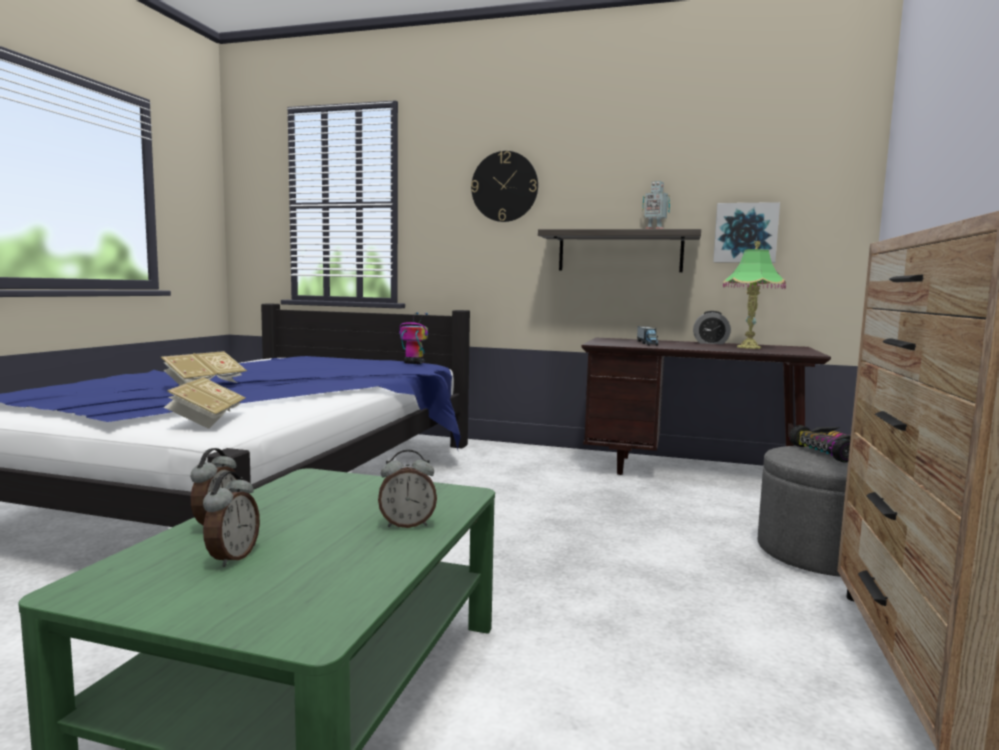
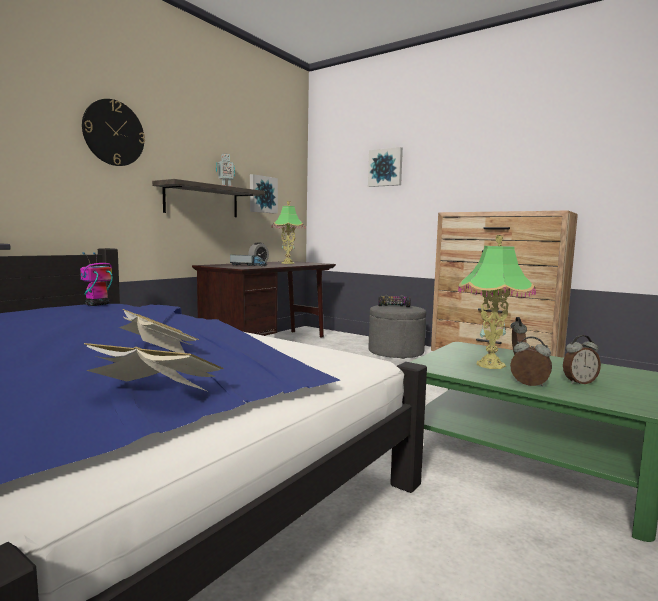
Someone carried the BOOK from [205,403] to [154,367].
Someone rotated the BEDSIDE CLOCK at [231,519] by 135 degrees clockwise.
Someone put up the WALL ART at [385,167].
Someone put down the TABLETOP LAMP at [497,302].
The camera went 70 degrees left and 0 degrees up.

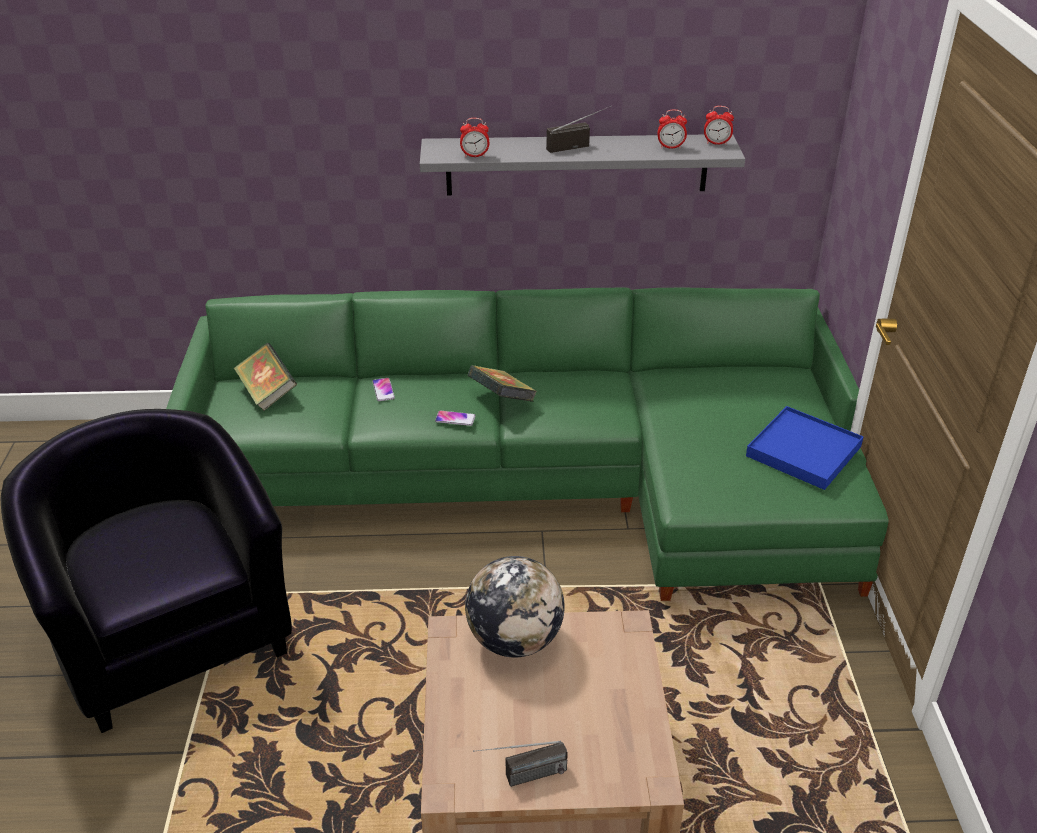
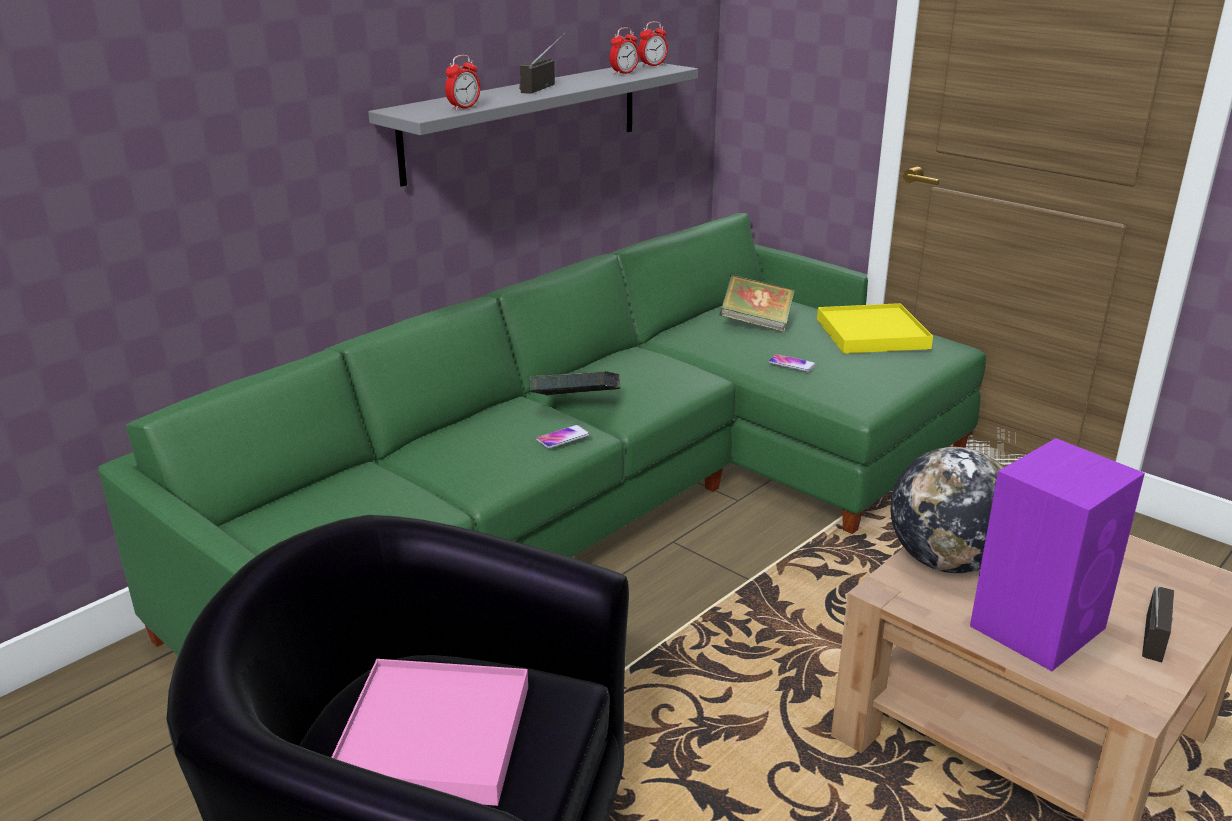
Someone carried the BOOK from [265,377] to [757,303].
Someone carried the HANDSET from [383,389] to [792,363].
Someone repainted the BLUE SERVING TRAY at [805,448], which became the YELLOW-COLOURED SERVING TRAY at [875,328].
Someone put down the PURPLE LOUDSPEAKER at [1057,554].
Someone put down the PINK-COLOURED SERVING TRAY at [429,732].
The camera went 45 degrees left and 10 degrees down.

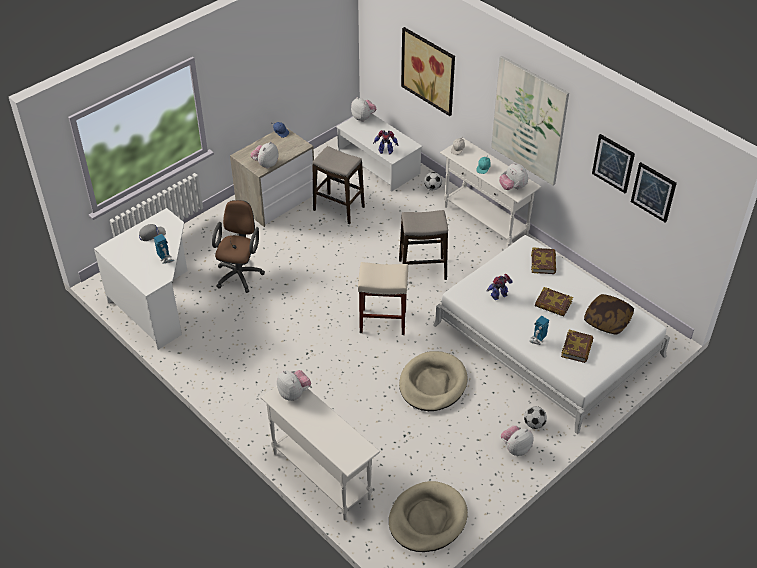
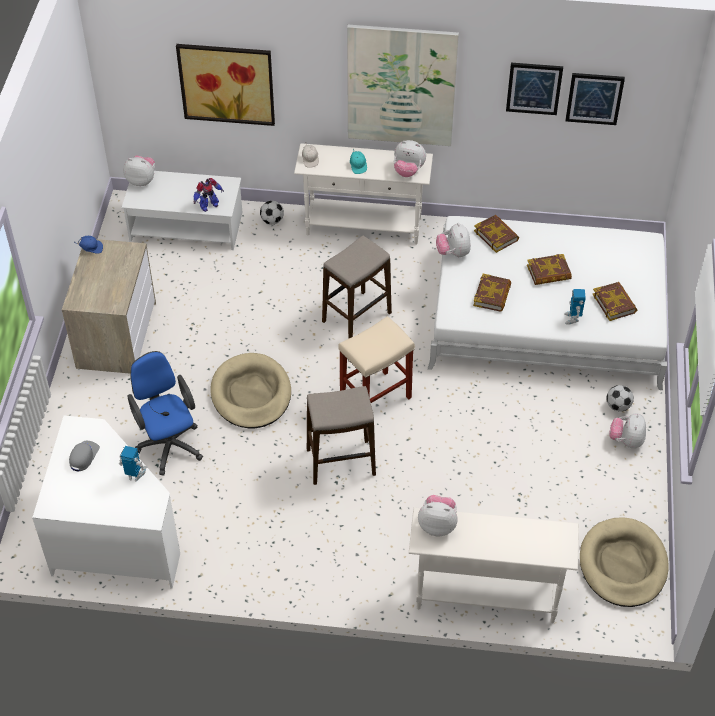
Someone carried the CUDDLY TOY from [264,155] to [453,240].
Someone carried the STOOL from [339,185] to [341,435].
Someone repainted the BROWNISH OFFICE CHAIR at [238,246], which became the BLUE OFFICE CHAIR at [165,413].
Someone swapped the TOY ROBOT at [500,287] for the BOOK at [492,293].
Someone took away the PILLOW at [609,314].
Someone carried the SAND-COLOURED DOG CUSHION from [433,381] to [250,390].
The camera went 40 degrees left and 5 degrees up.

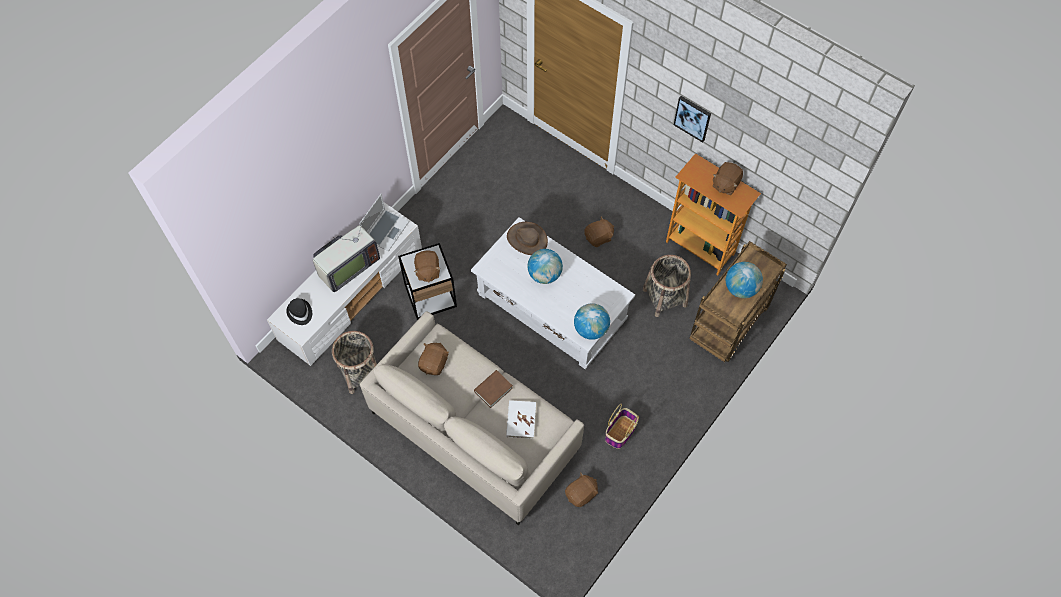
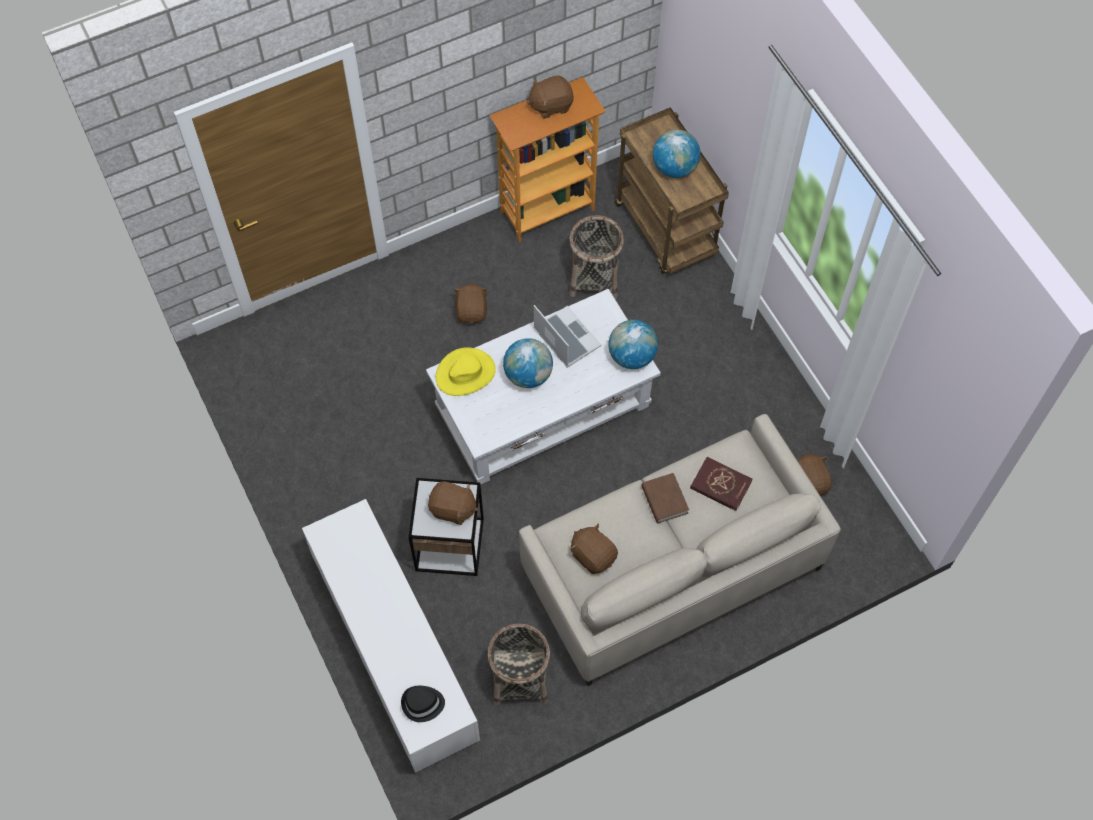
Someone took away the WALL ART at [692,119].
Someone rotated the BROWNISH CUDDLY TOY at [728,178] by 105 degrees clockwise.
Someone carried the PORTABLE COMPUTER from [384,223] to [567,336].
Someone took away the TV SET at [346,253].
Someone repainted the BROWNISH CLOTHING HAT at [527,238], which became the YELLOW-COLOURED CLOTHING HAT at [466,371].
Someone repainted the WHITE BOOK at [521,419], which became the RED-COLOURED BOOK at [721,484].
Someone took away the STORAGE BASKET at [622,426].
The camera went 65 degrees left and 0 degrees up.

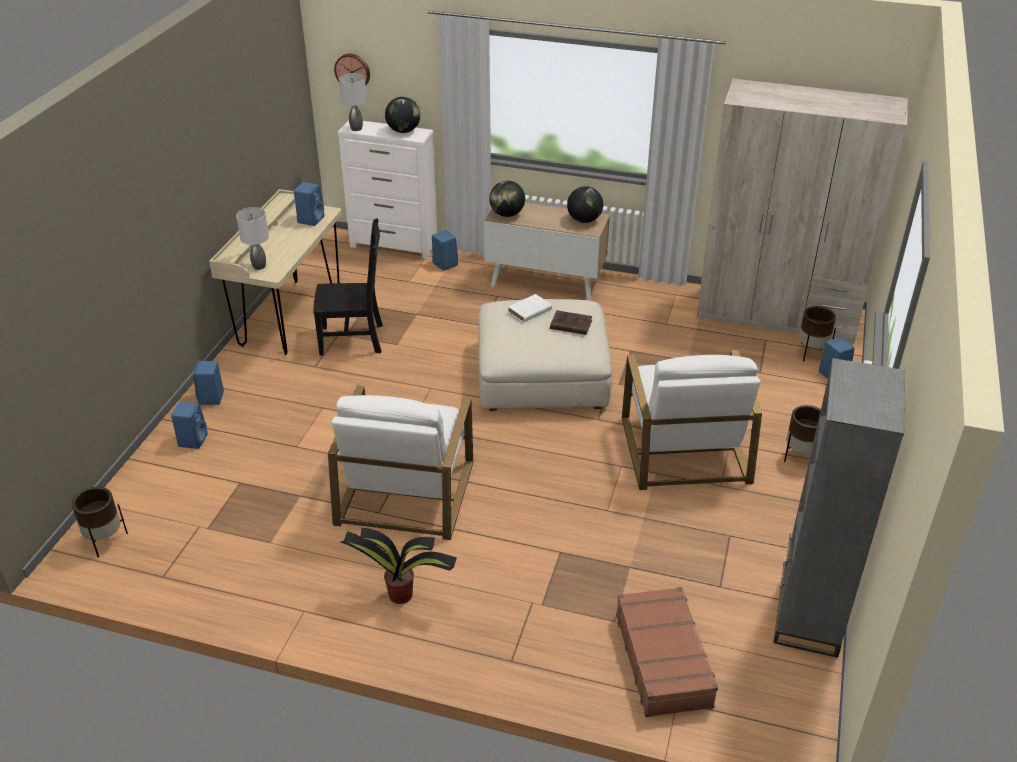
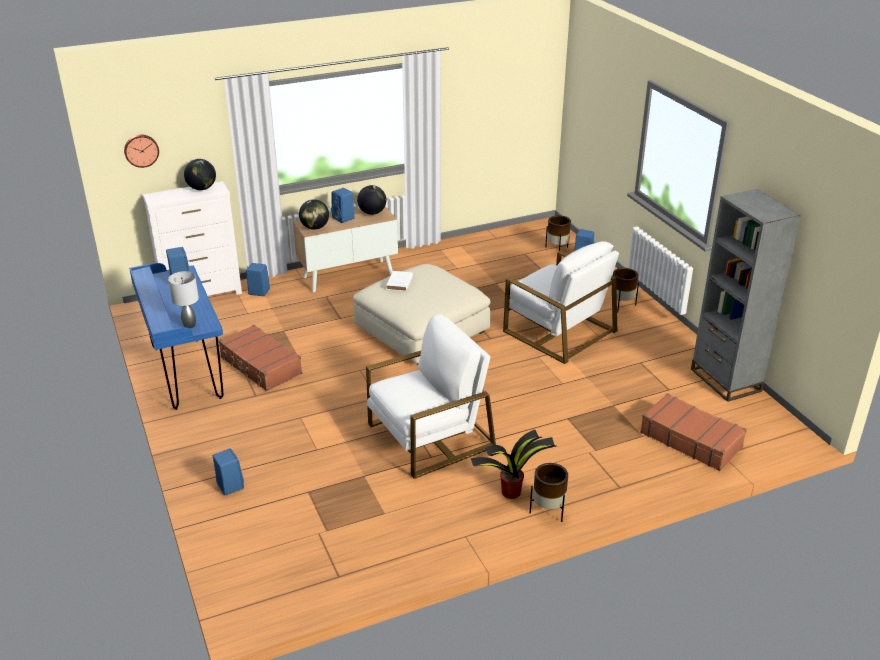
Someone took away the GREYISH TABLETOP LAMP at [353,102].
Someone took away the SAND-COLOURED ARMOIRE at [802,210].
Someone repainted the SAND-COLOURED DESK UNIT at [275,272], which became the BLUE DESK UNIT at [176,336].
Someone swapped the BLACKISH UPRIGHT CHAIR at [348,287] for the BROWNISH SUITCASE at [260,358].
Someone took away the BROWNISH BOOK at [571,322].
Someone carried the BLUE LOUDSPEAKER from [208,383] to [343,205].
Someone rotated the WHITE ARMCHAIR at [400,462] by 90 degrees counterclockwise.
Someone carried the BROWNISH FLOWER POT from [100,522] to [549,492].
The camera went 40 degrees left and 5 degrees down.

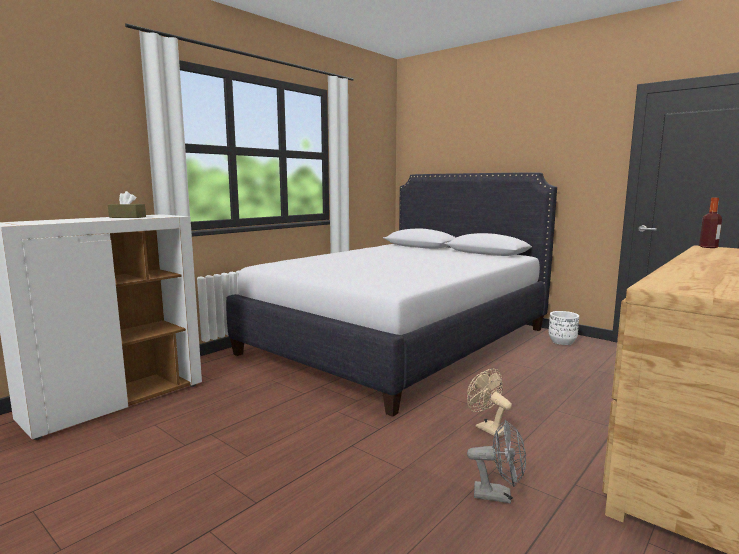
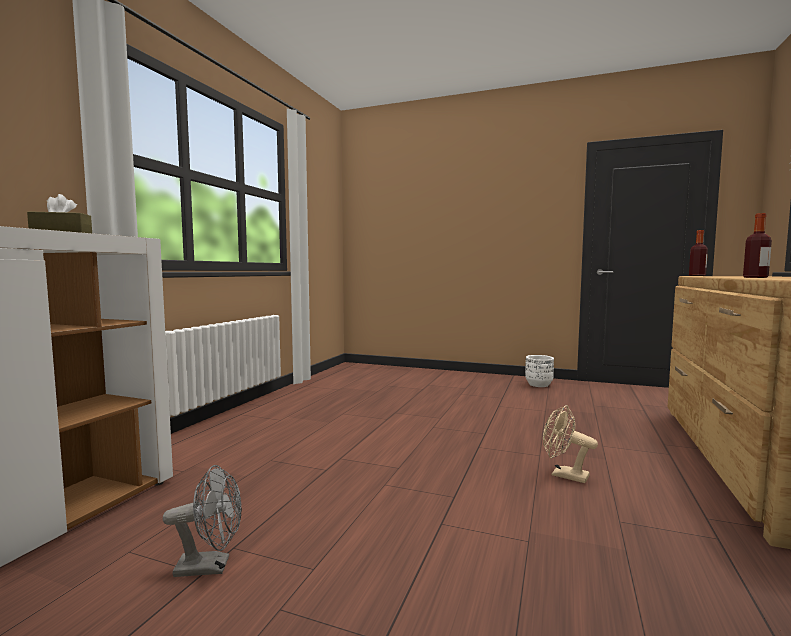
Someone took away the WHITE BEDROOM BED at [391,295].
Someone carried the GREYISH FAN from [496,462] to [202,521].
Someone put down the DRINK BOTTLE at [757,245].
The camera went 20 degrees left and 5 degrees down.

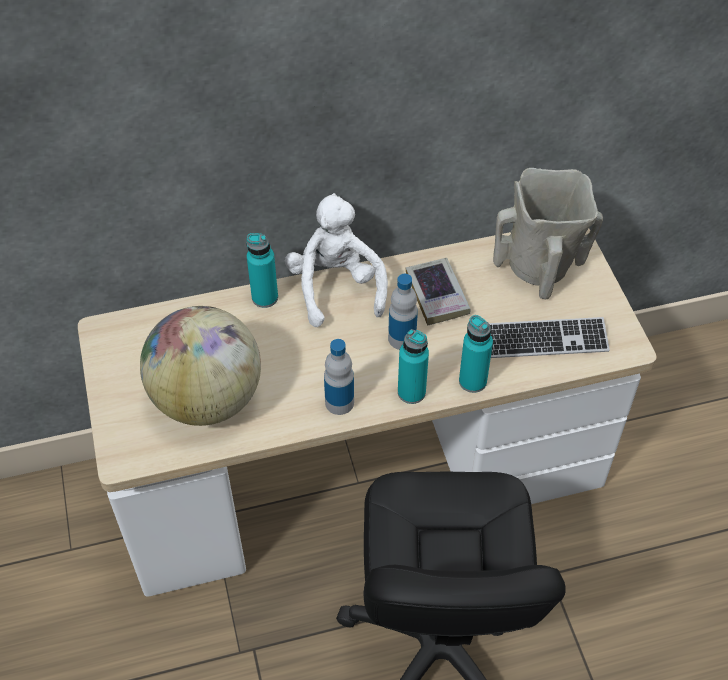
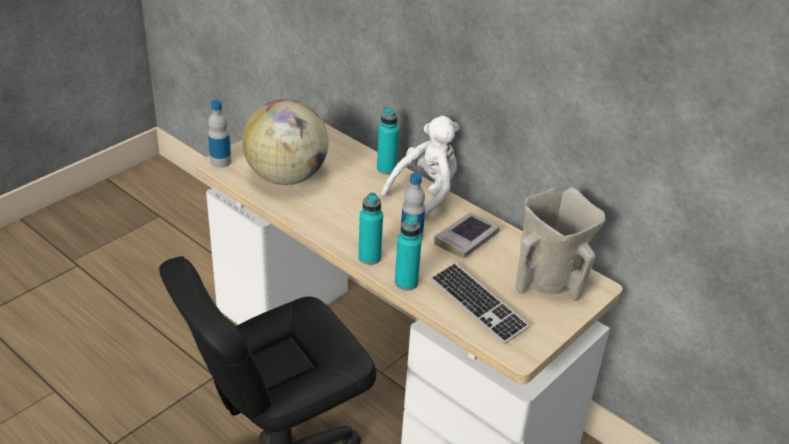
Someone carried the DRINK BOTTLE from [339,377] to [219,134].
The camera went 55 degrees right and 15 degrees down.

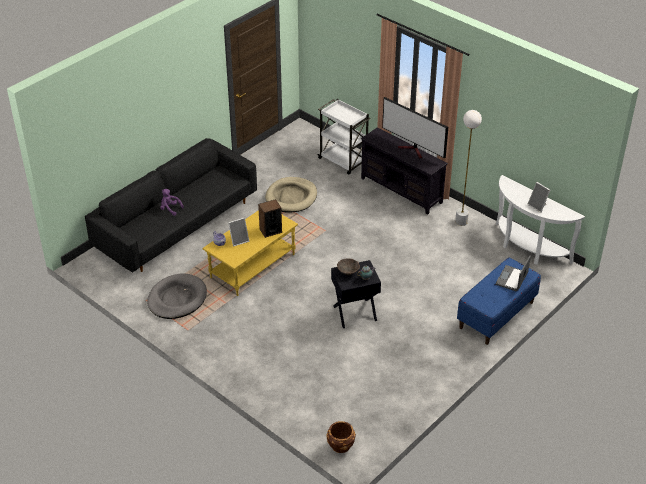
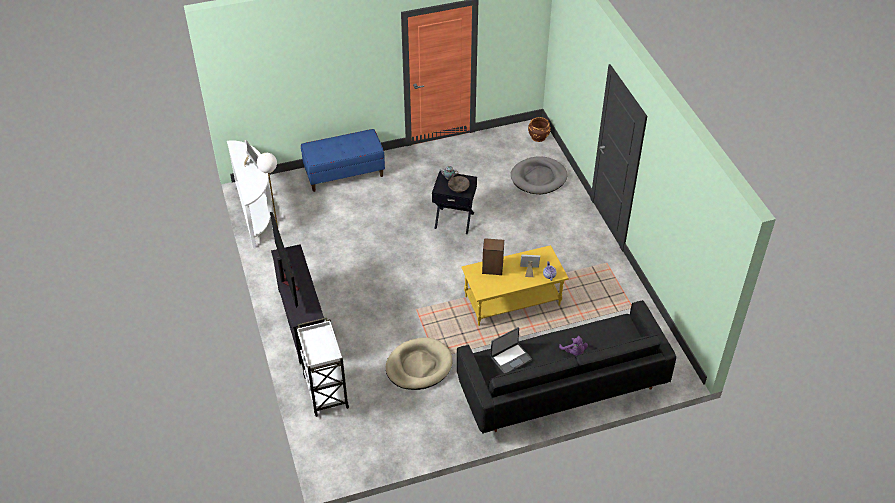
Someone carried the PORTABLE COMPUTER from [513,273] to [511,350].
Someone carried the GREYISH DOG CUSHION from [177,296] to [539,175].
The camera went 150 degrees left and 5 degrees up.

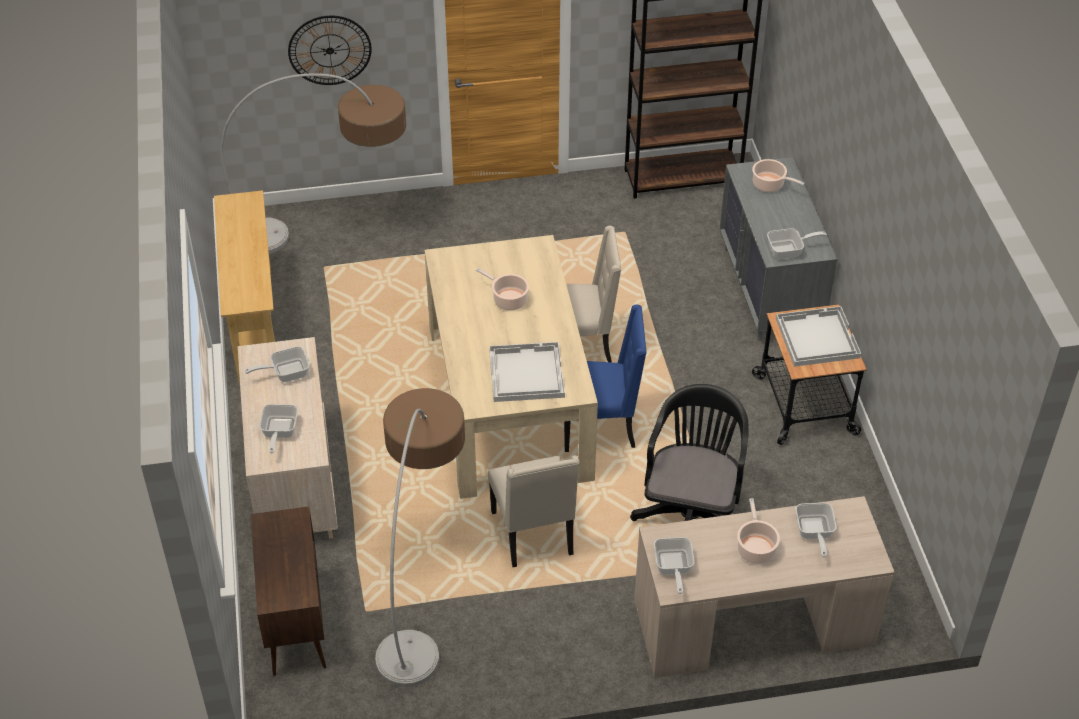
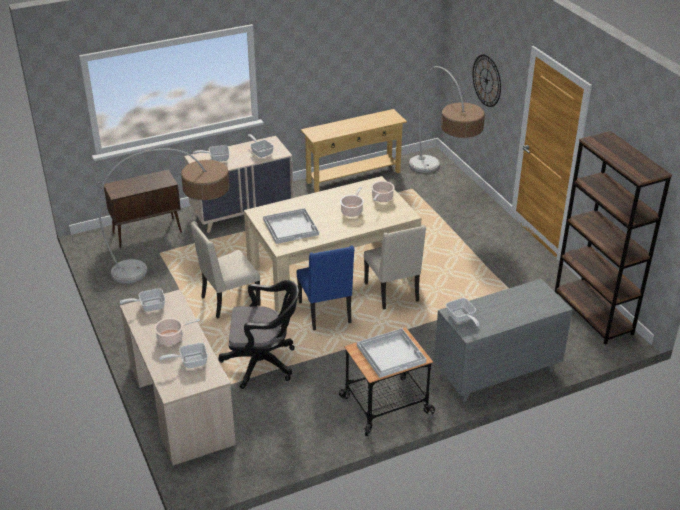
Someone carried the STOCKPOT from [778,175] to [383,191].
The camera went 75 degrees right and 10 degrees down.

